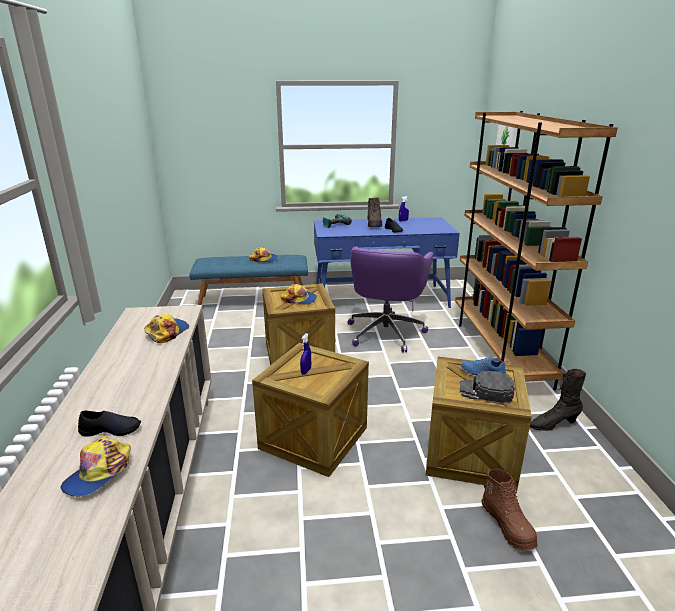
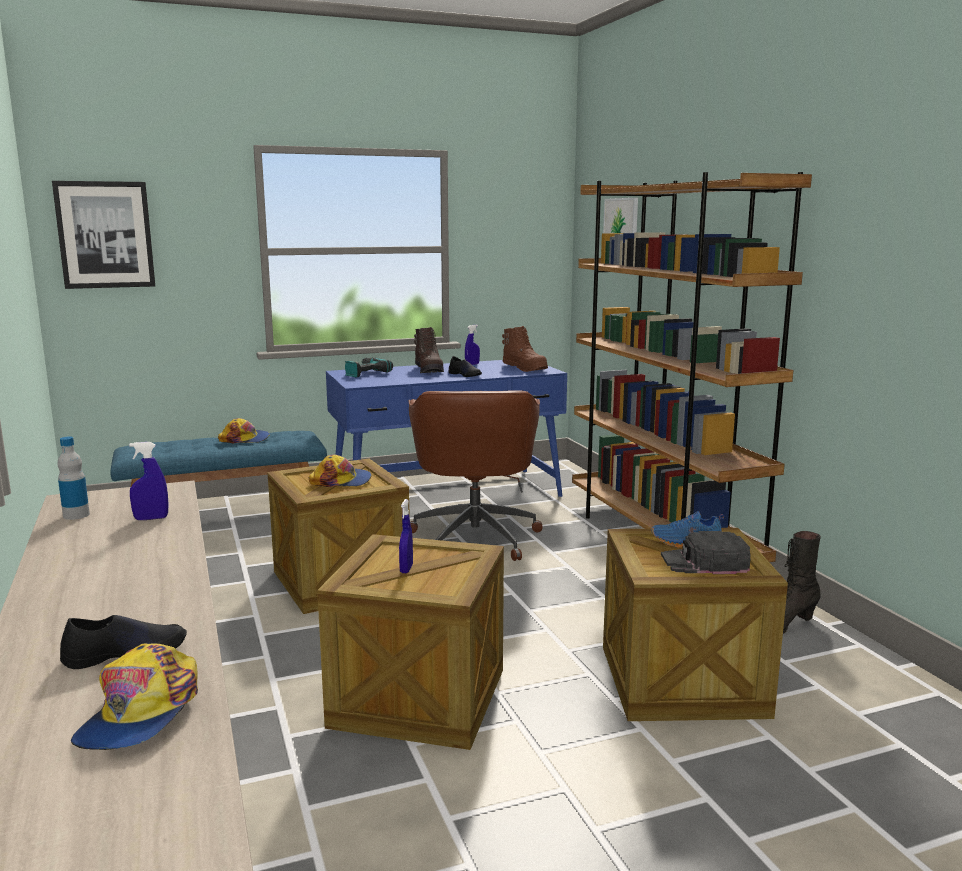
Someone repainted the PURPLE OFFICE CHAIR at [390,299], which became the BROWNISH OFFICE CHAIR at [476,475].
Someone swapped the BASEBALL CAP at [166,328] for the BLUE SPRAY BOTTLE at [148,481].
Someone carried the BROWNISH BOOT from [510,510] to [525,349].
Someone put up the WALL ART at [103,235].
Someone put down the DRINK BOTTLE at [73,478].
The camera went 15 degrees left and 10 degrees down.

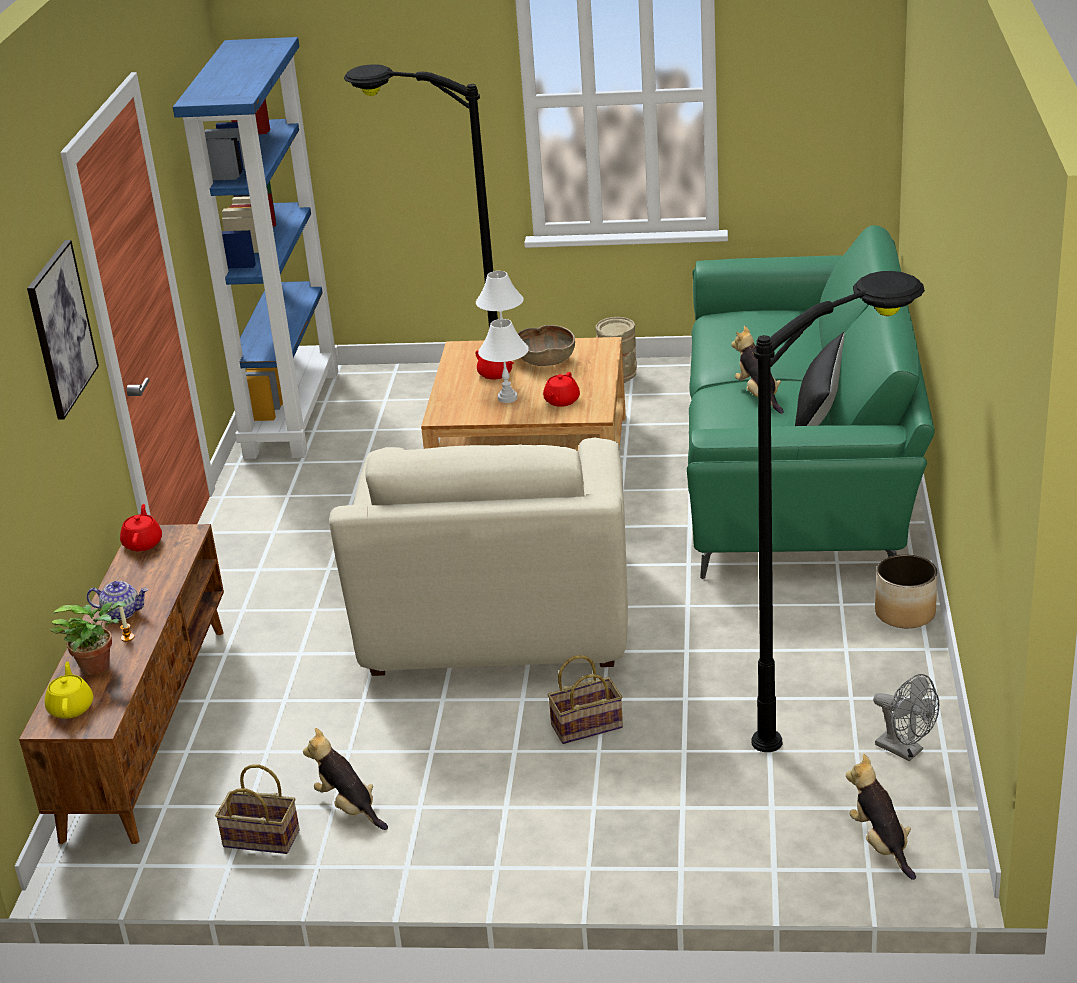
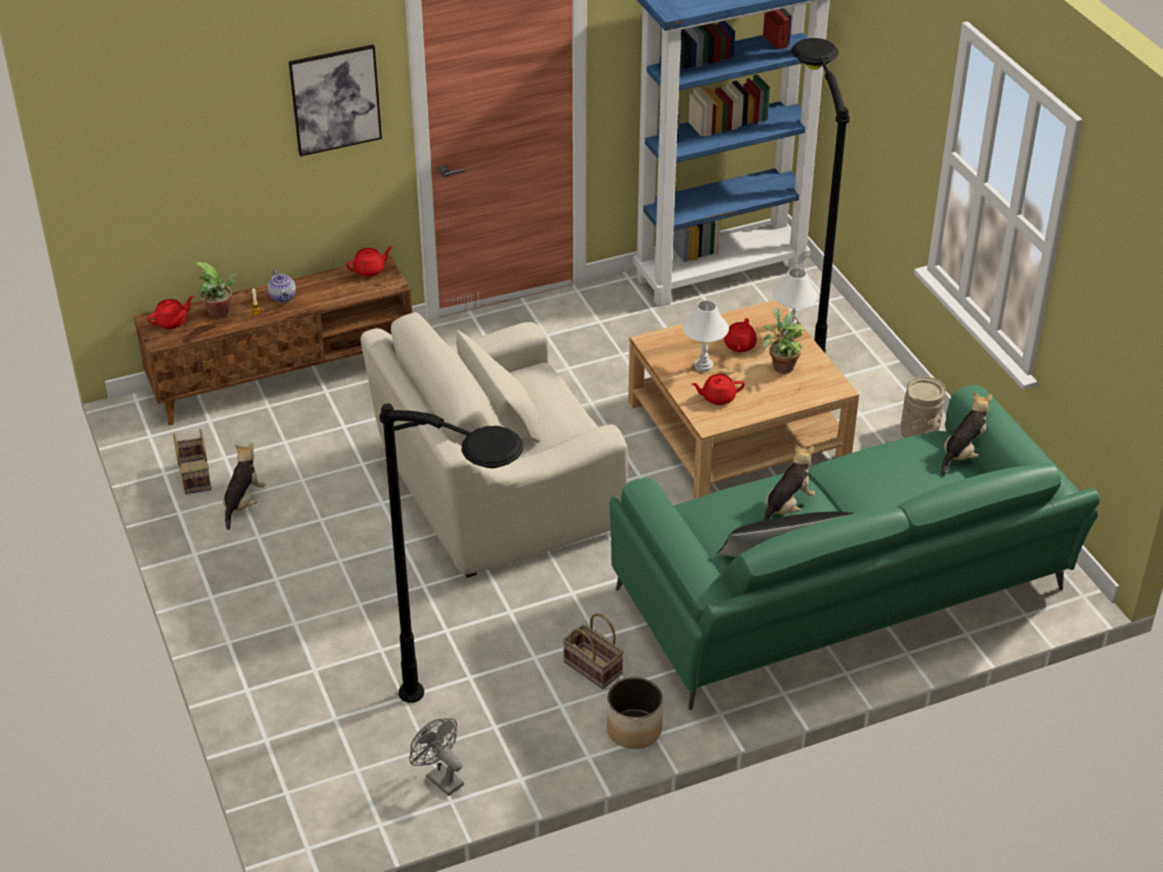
Someone swapped the BROWNISH SERVING BOWL at [546,345] for the HOUSEPLANT at [784,341].
Someone carried the STORAGE BASKET from [585,699] to [593,651].
Someone repainted the YELLOW-COLOURED TEA POT at [69,690], which became the RED-COLOURED TEA POT at [170,312].
Someone rotated the GREYISH FAN at [906,717] by 120 degrees clockwise.
Someone carried the CUDDLY TOY from [881,817] to [966,434].
The camera went 60 degrees right and 10 degrees up.

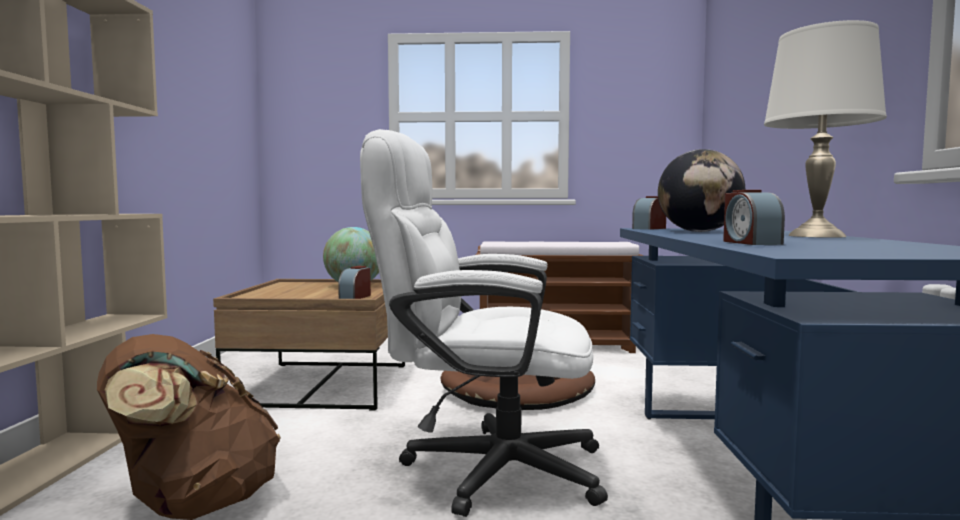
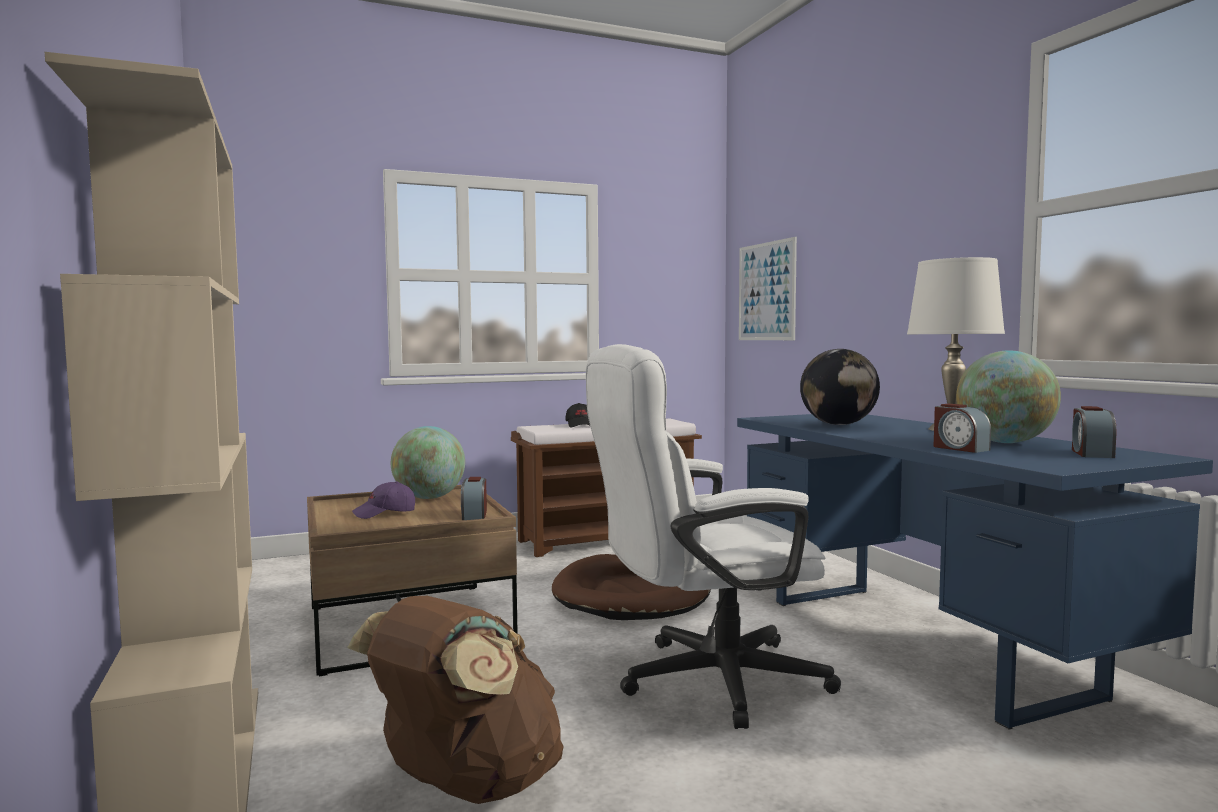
Someone carried the BEDSIDE CLOCK from [649,213] to [1094,432].
Someone put up the WALL ART at [768,288].
Someone put down the WORLD GLOBE at [1008,396].
Someone put down the BLACKISH BASEBALL CAP at [577,415].
Someone put down the PURPLE BASEBALL CAP at [383,500].
The camera went 25 degrees left and 0 degrees up.

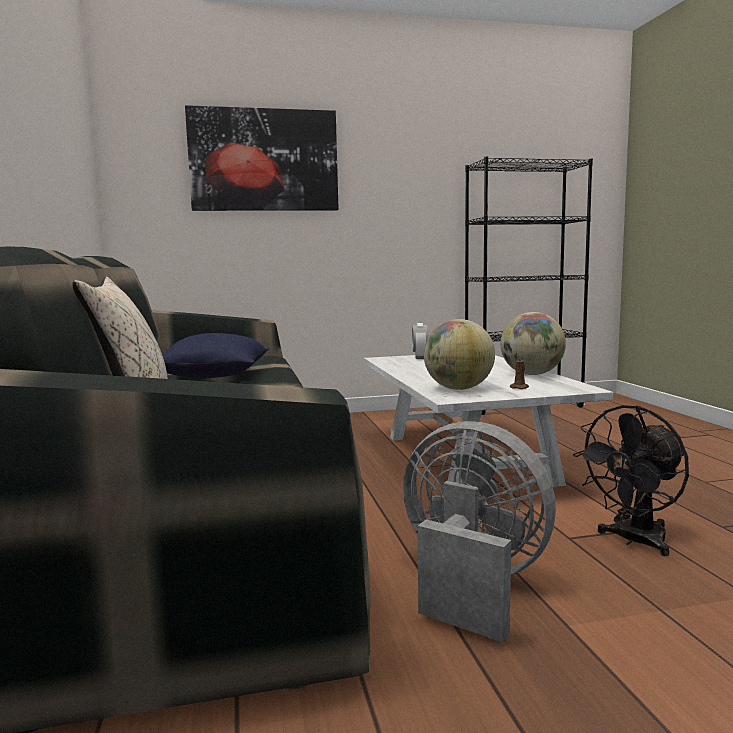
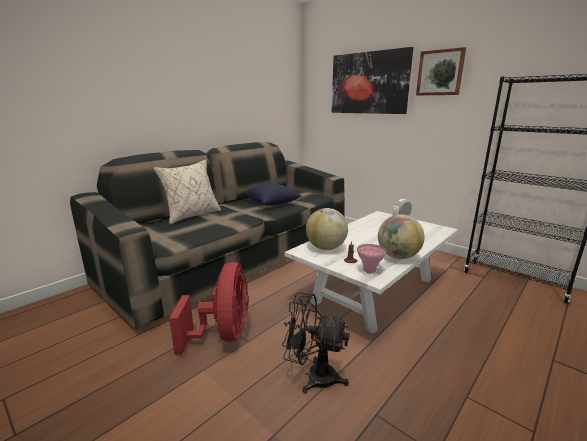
Someone repainted the GREYISH FAN at [479,531], which became the RED-COLOURED FAN at [209,308].
Someone put up the WALL ART at [441,71].
Someone put down the PINK-COLOURED FLOWER VASE at [371,259].
The camera went 55 degrees right and 10 degrees up.

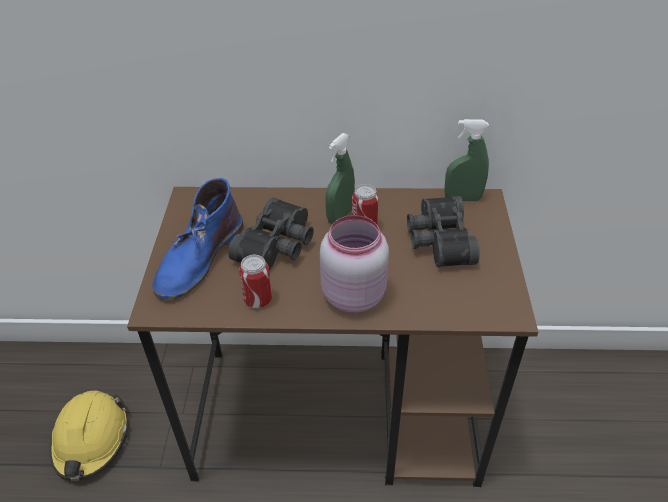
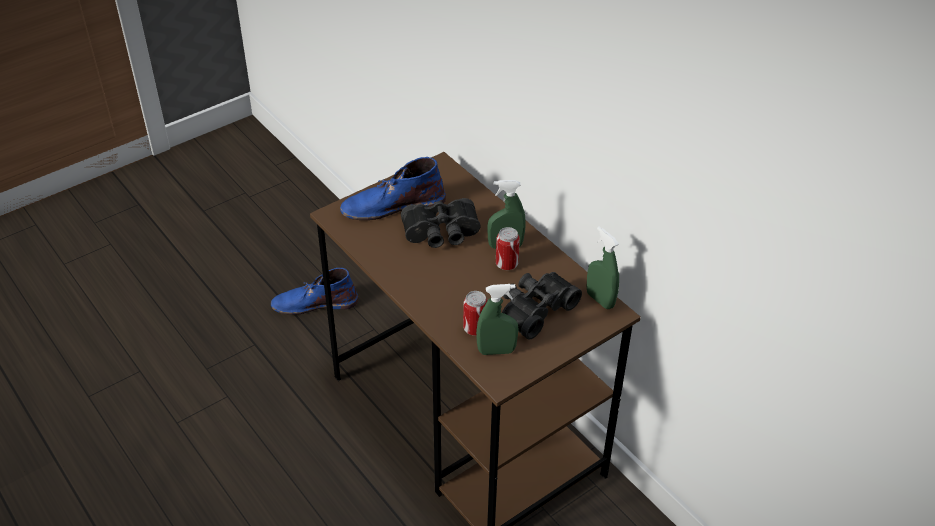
Someone took away the PINK-COLOURED PRESERVE JAR at [354,264].
Someone carried the SEALED CAN from [255,281] to [475,313].
Someone swapped the YELLOW-COLOURED SAFETY HELMET at [89,436] for the BLUE BOOT at [314,291].
Someone put down the GREEN SPRAY BOTTLE at [497,319].
The camera went 50 degrees right and 0 degrees up.

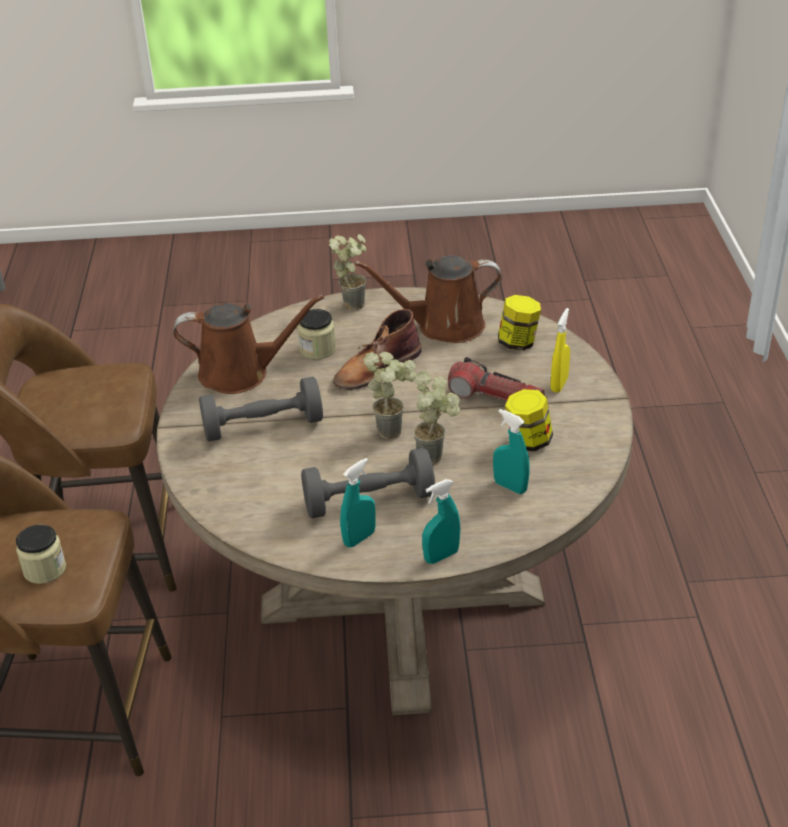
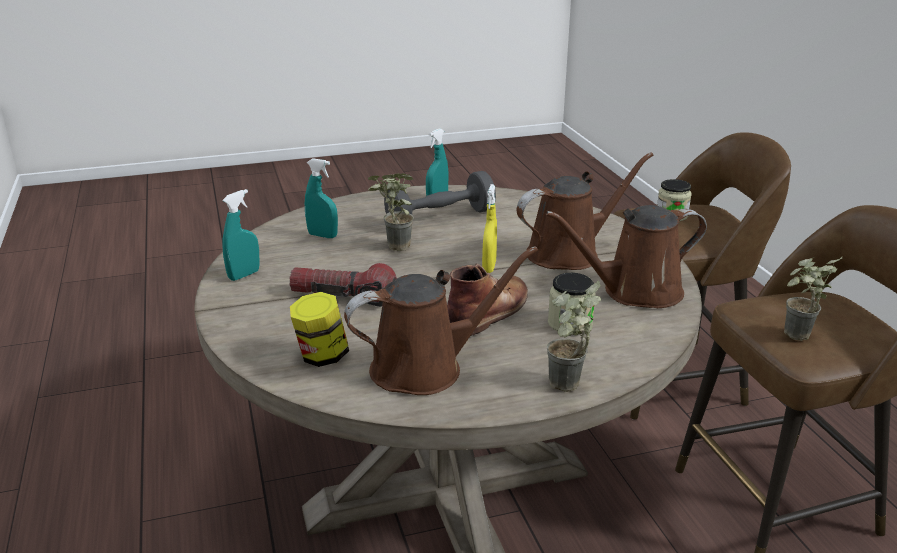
Someone carried the YELLOW-COLOURED SPRAY BOTTLE from [560,350] to [489,228].
Someone carried the HOUSEPLANT from [389,395] to [813,299].
Someone swapped the GREYISH FREE WEIGHT at [261,409] for the BROWNISH SPRINKLING CAN at [584,211].
Someone took away the PRESERVE JAR at [529,420].
Someone carried the BLUE-GREEN SPRAY BOTTLE from [441,521] to [241,235].
The camera went 165 degrees right and 10 degrees down.

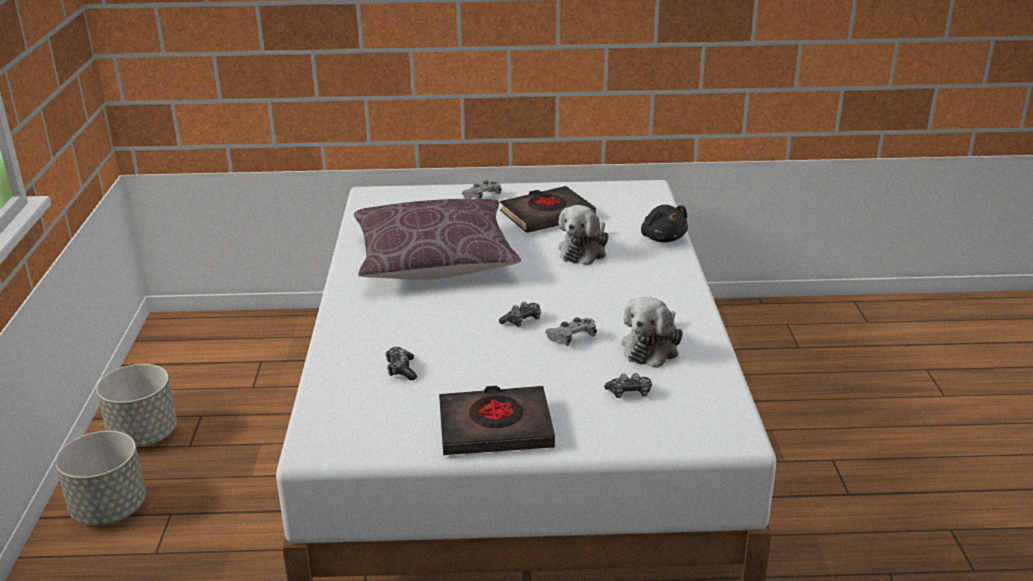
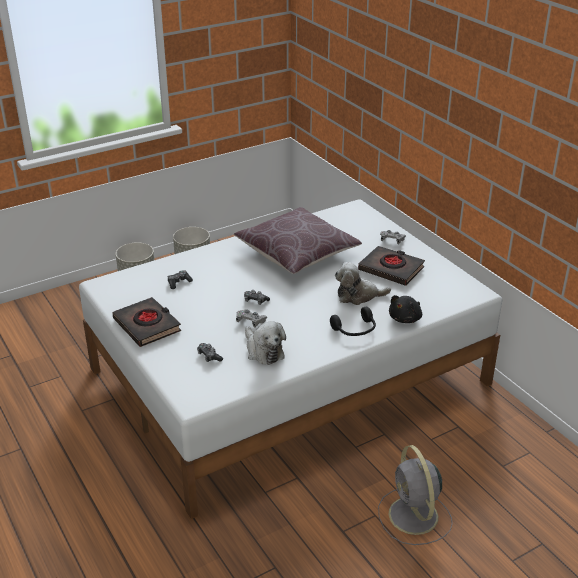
Someone rotated the CUDDLY TOY at [652,332] by 120 degrees counterclockwise.
Someone put down the BLACKISH HEADSET at [353,321].
Someone put down the GREYISH FAN at [415,495].
The camera went 60 degrees right and 5 degrees up.

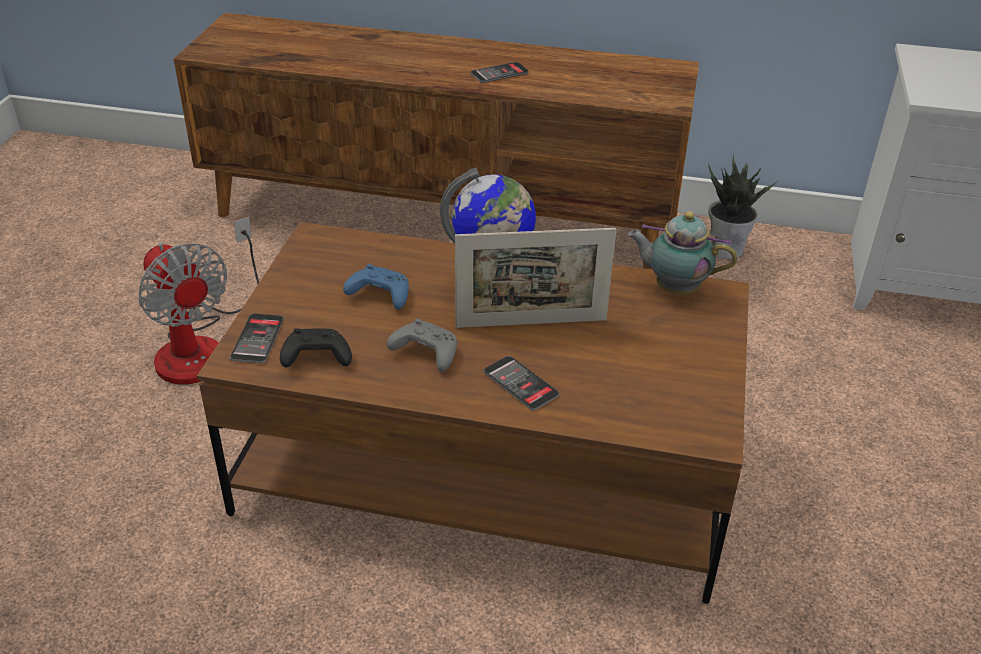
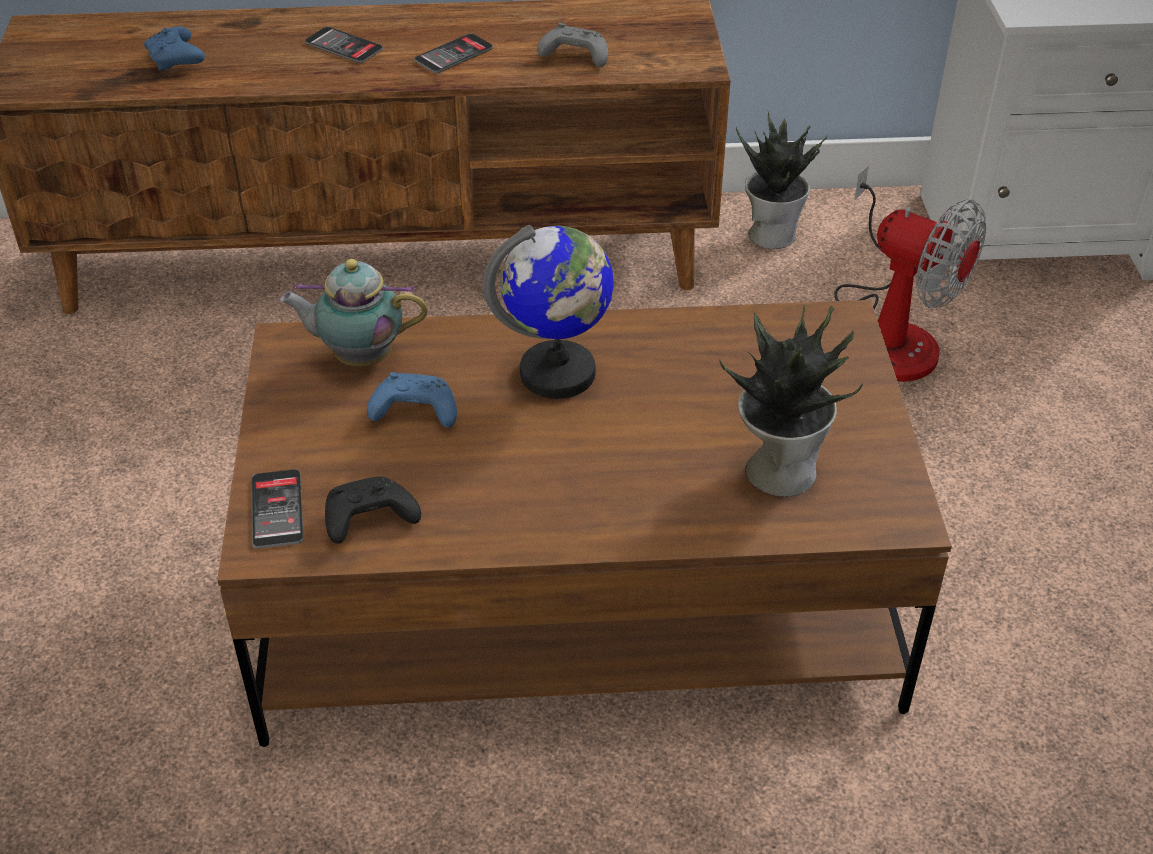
Someone carried the TEA POT from [682,253] to [354,312].
Someone carried the FAN from [198,300] to [910,273].
Someone took away the STANDING FRAME at [535,278].
Someone carried the GREYISH JOYPAD from [422,345] to [572,45].
Someone carried the HANDSET from [521,383] to [344,45].
Someone put down the BLUE JOYPAD at [174,48].
Someone put down the HOUSEPLANT at [791,401].
The camera went 15 degrees left and 5 degrees up.

